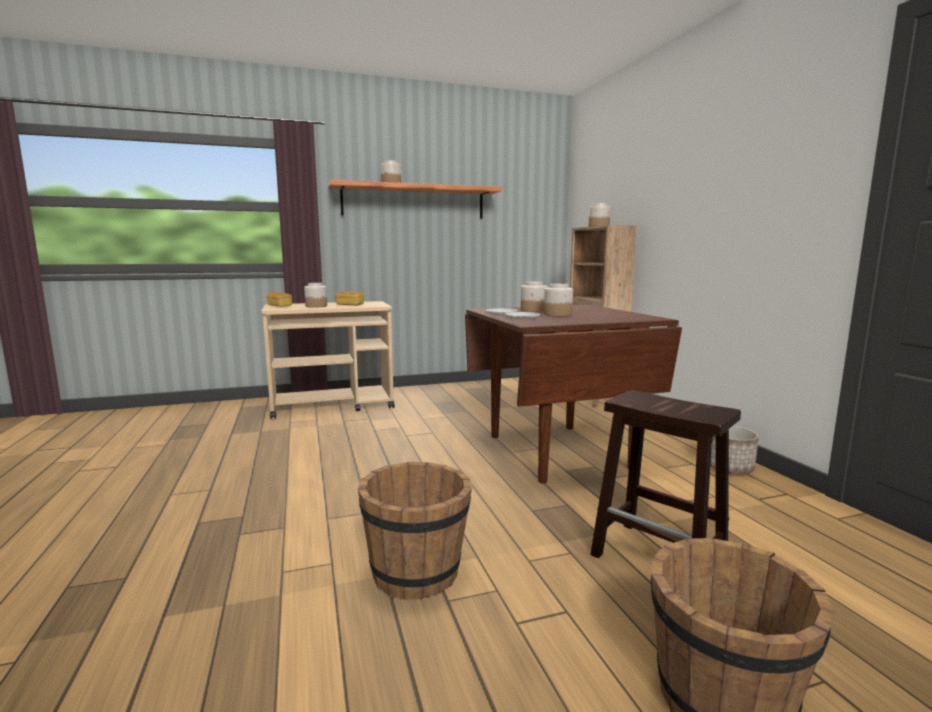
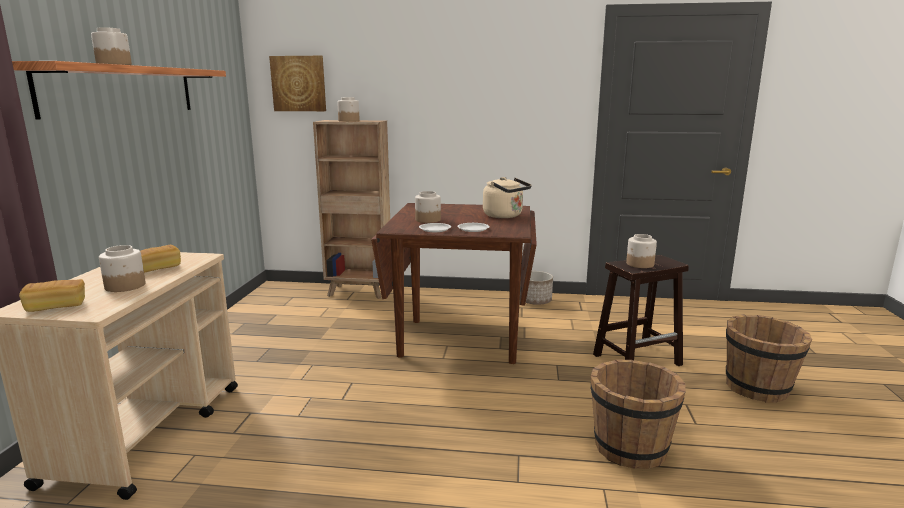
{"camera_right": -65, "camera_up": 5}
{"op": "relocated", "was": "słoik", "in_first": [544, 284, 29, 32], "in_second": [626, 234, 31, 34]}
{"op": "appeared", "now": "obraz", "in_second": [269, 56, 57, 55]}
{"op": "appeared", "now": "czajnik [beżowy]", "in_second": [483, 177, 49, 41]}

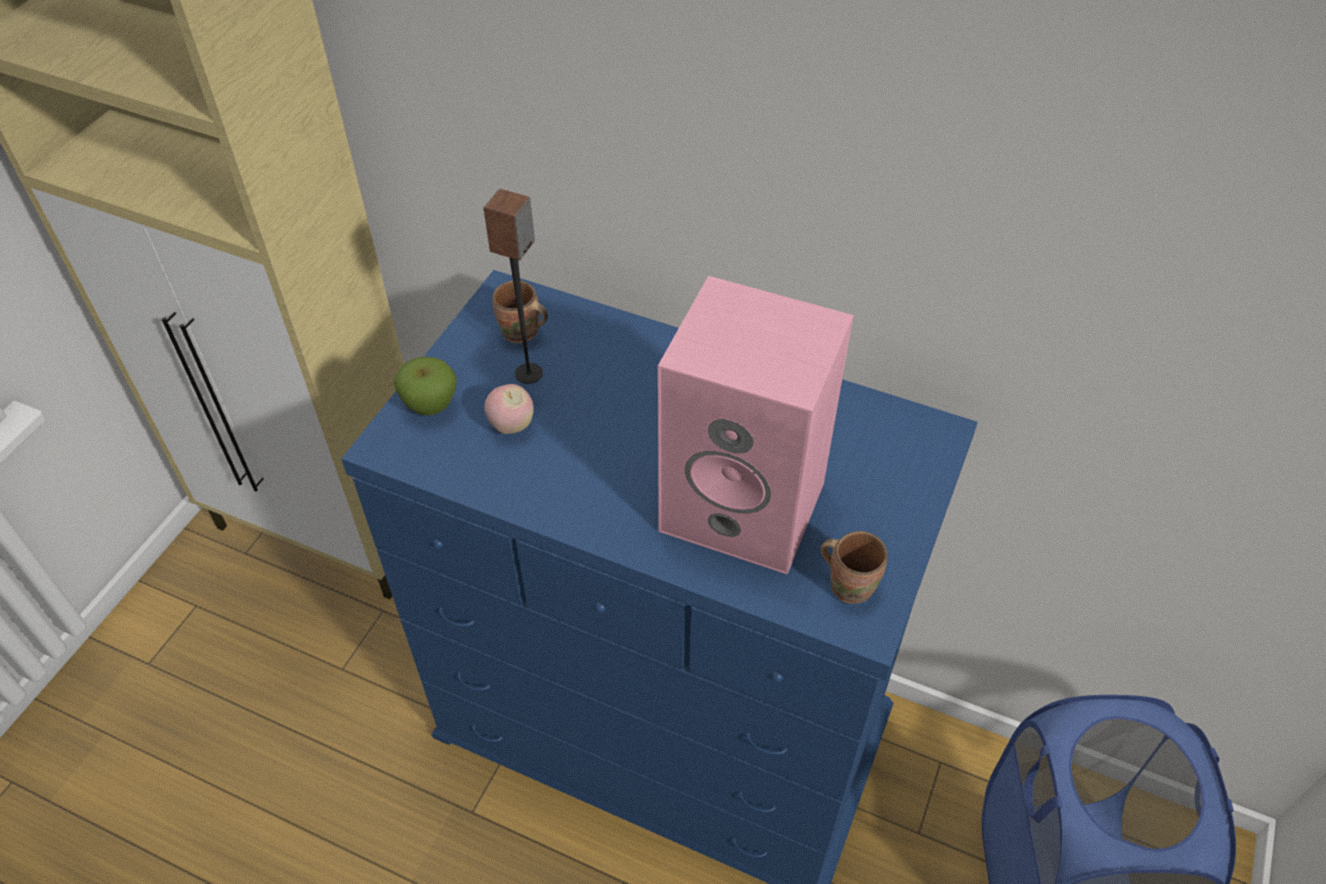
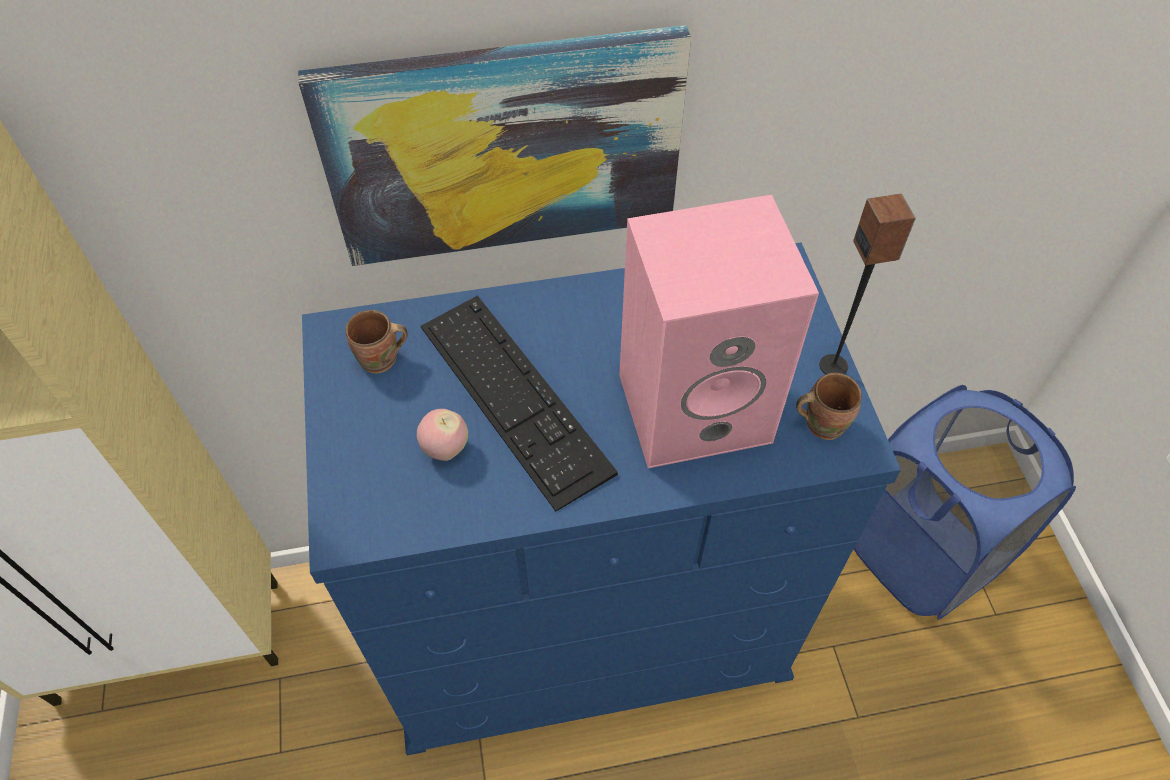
{"camera_right": -35, "camera_up": 5}
{"op": "missing", "was": "jabłko", "in_first": [394, 357, 63, 58]}
{"op": "relocated", "was": "głośnik", "in_first": [484, 189, 59, 195], "in_second": [819, 194, 97, 180]}
{"op": "appeared", "now": "obraz", "in_second": [298, 25, 393, 241]}
{"op": "appeared", "now": "klawiatura", "in_second": [421, 295, 197, 217]}

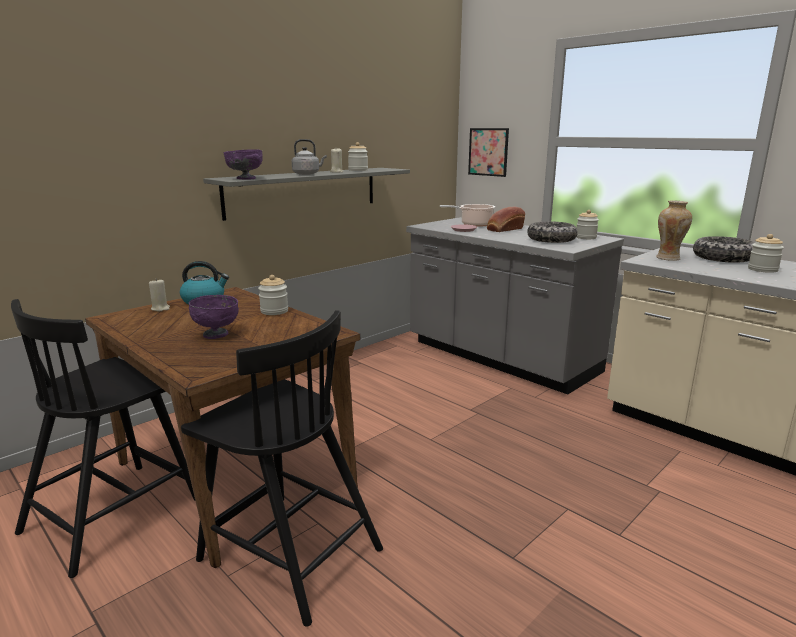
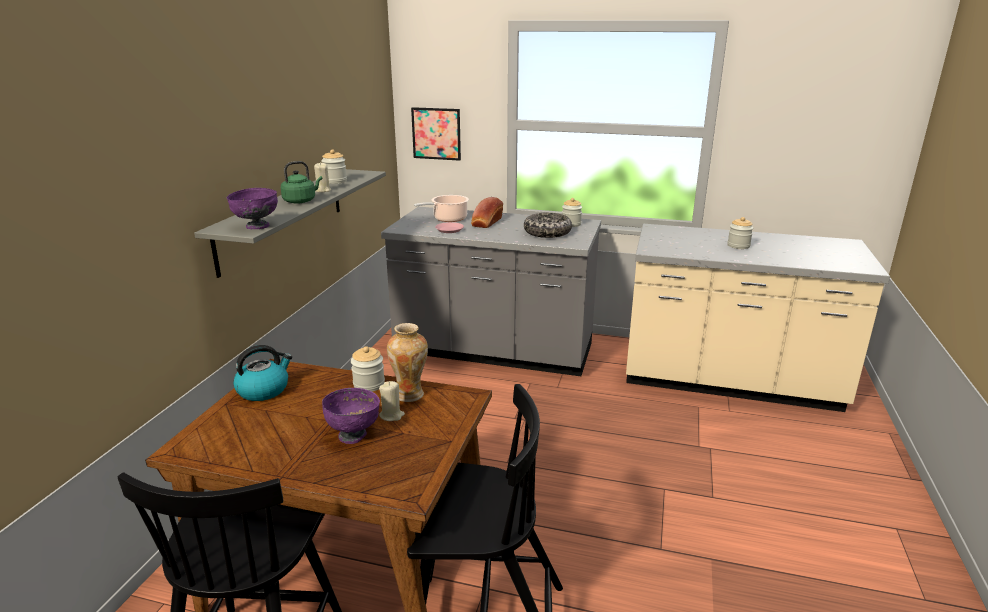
{"camera_right": -30, "camera_up": 5}
{"op": "relocated", "was": "świeca [beżowy]", "in_first": [149, 278, 21, 33], "in_second": [379, 381, 26, 40]}
{"op": "colour", "was": "czajnik [szary]", "now": "czajnik [zielony]", "in_first": [292, 139, 35, 36], "in_second": [281, 161, 41, 43]}
{"op": "relocated", "was": "wazon", "in_first": [656, 200, 36, 61], "in_second": [387, 323, 41, 79]}
{"op": "missing", "was": "miska", "in_first": [693, 236, 61, 27]}

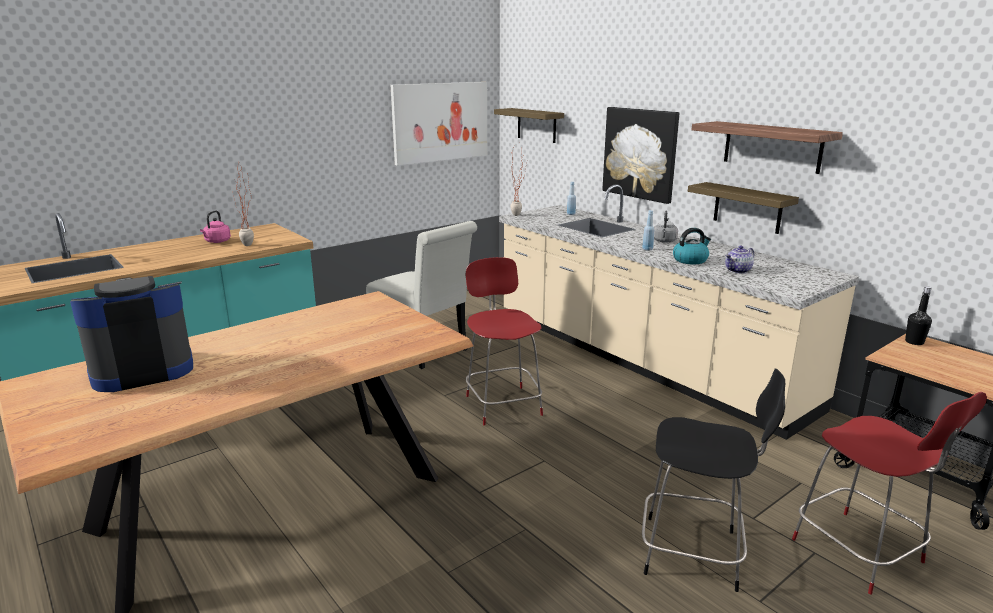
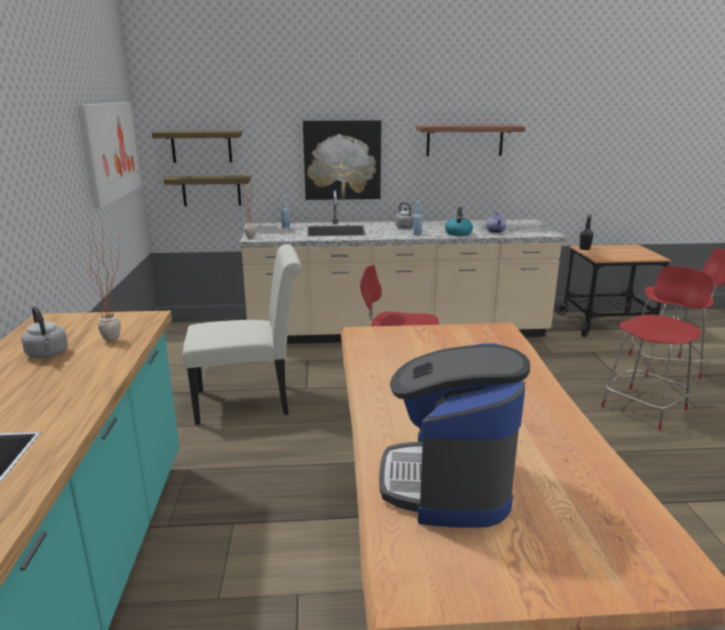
{"camera_right": -55, "camera_up": 0}
{"op": "colour", "was": "czajnik [różowy]", "now": "czajnik [szary]", "in_first": [200, 210, 31, 33], "in_second": [22, 306, 46, 52]}
{"op": "colour", "was": "stołek [czarny]", "now": "stołek [czerwony]", "in_first": [642, 369, 143, 223], "in_second": [601, 266, 113, 164]}
{"op": "relocated", "was": "półka", "in_first": [688, 182, 111, 52], "in_second": [164, 175, 87, 31]}

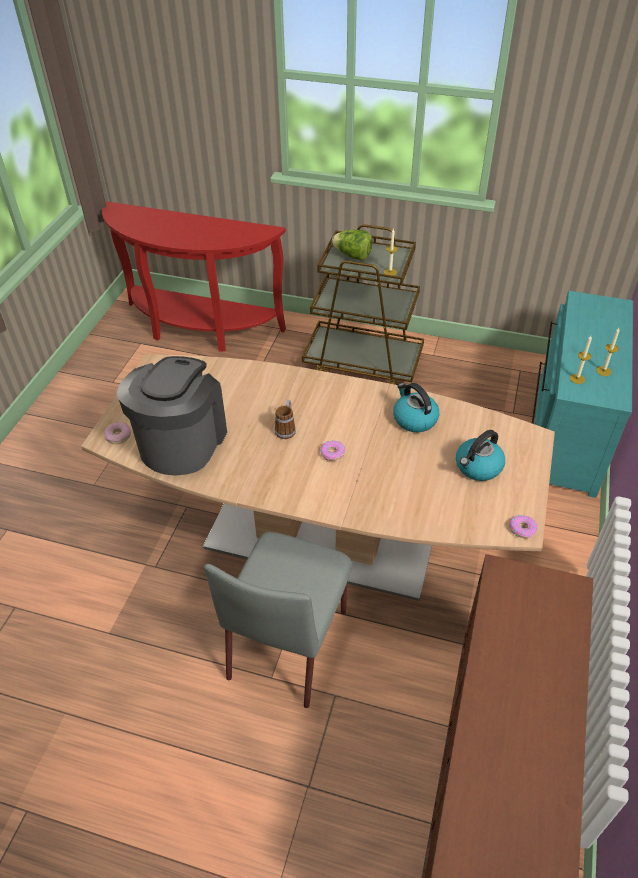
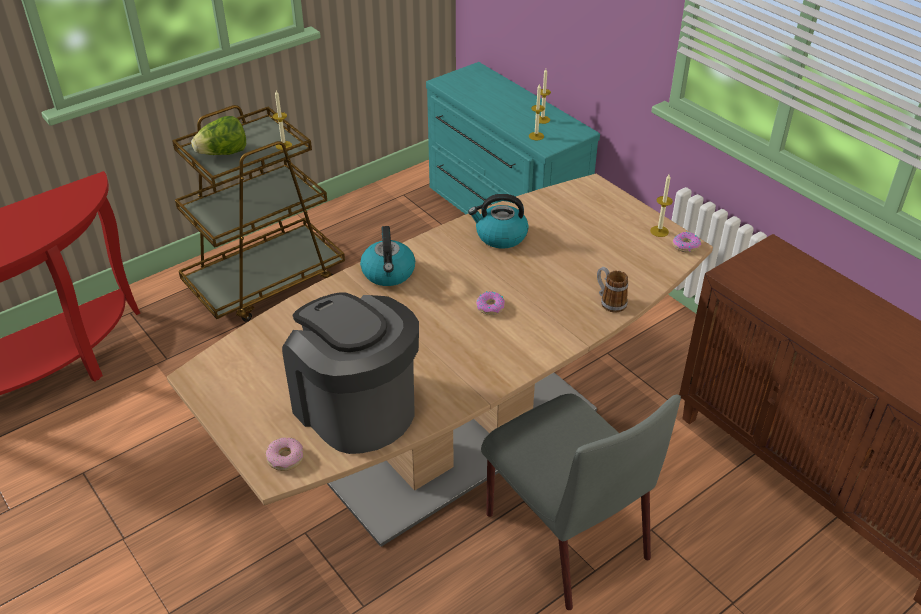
{"camera_right": -55, "camera_up": -5}
{"op": "relocated", "was": "kubek", "in_first": [275, 400, 21, 39], "in_second": [597, 267, 31, 46]}
{"op": "relocated", "was": "czajnik", "in_first": [456, 430, 49, 51], "in_second": [360, 226, 55, 60]}
{"op": "appeared", "now": "świeca", "in_second": [650, 175, 23, 62]}

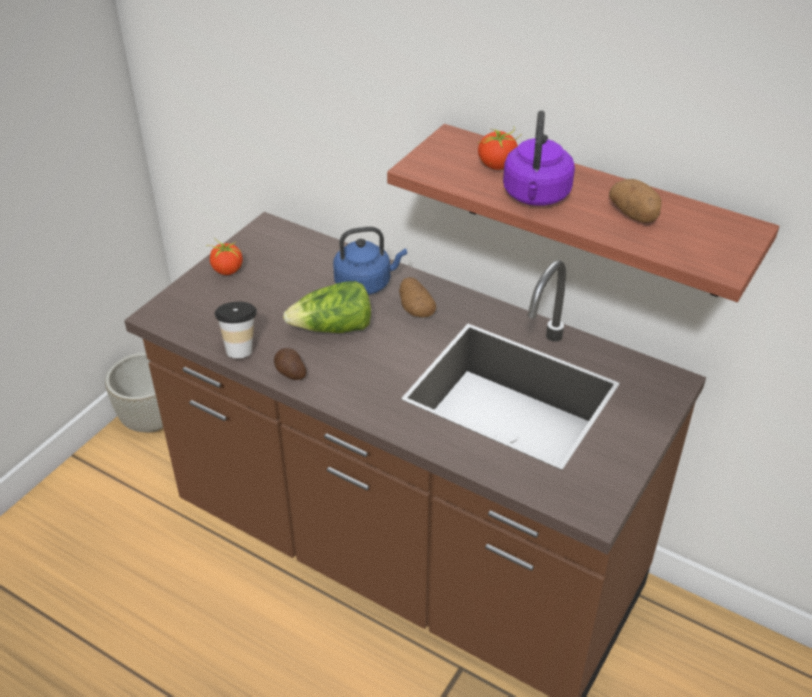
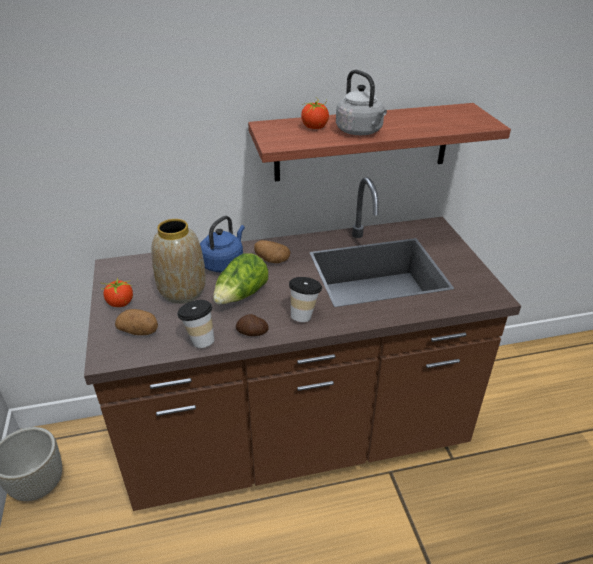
{"camera_right": -45, "camera_up": -5}
{"op": "colour", "was": "czajnik [fioletowy]", "now": "czajnik [szary]", "in_first": [503, 110, 72, 96], "in_second": [336, 70, 51, 65]}
{"op": "relocated", "was": "ziemniak", "in_first": [609, 179, 53, 44], "in_second": [115, 309, 43, 26]}
{"op": "appeared", "now": "wazon", "in_second": [151, 219, 55, 85]}
{"op": "appeared", "now": "filiżanka", "in_second": [289, 277, 33, 45]}

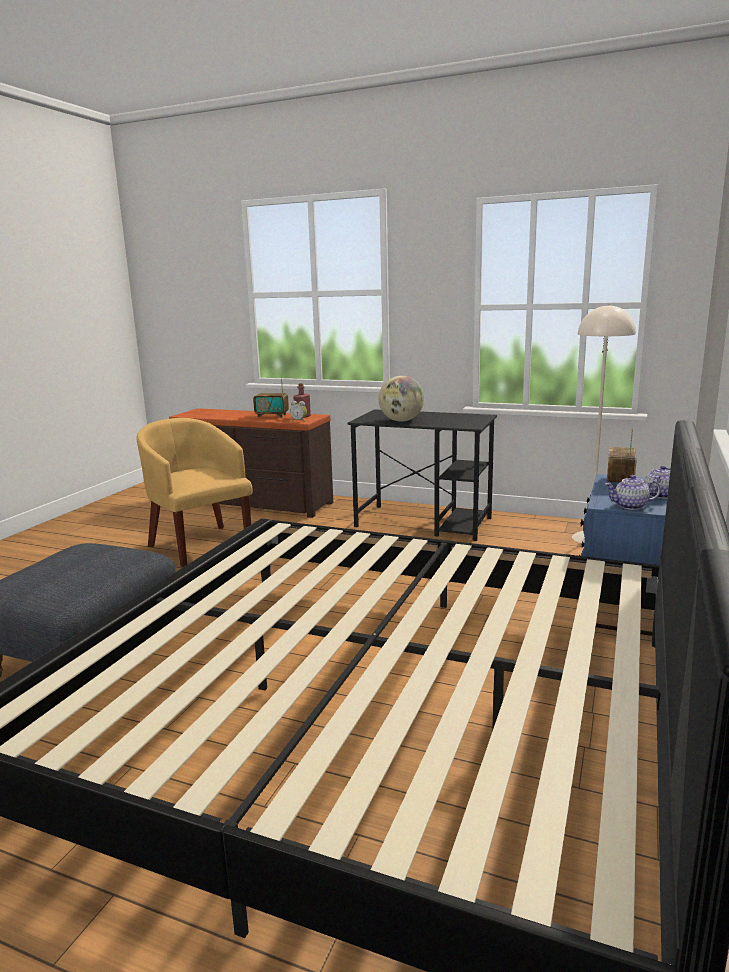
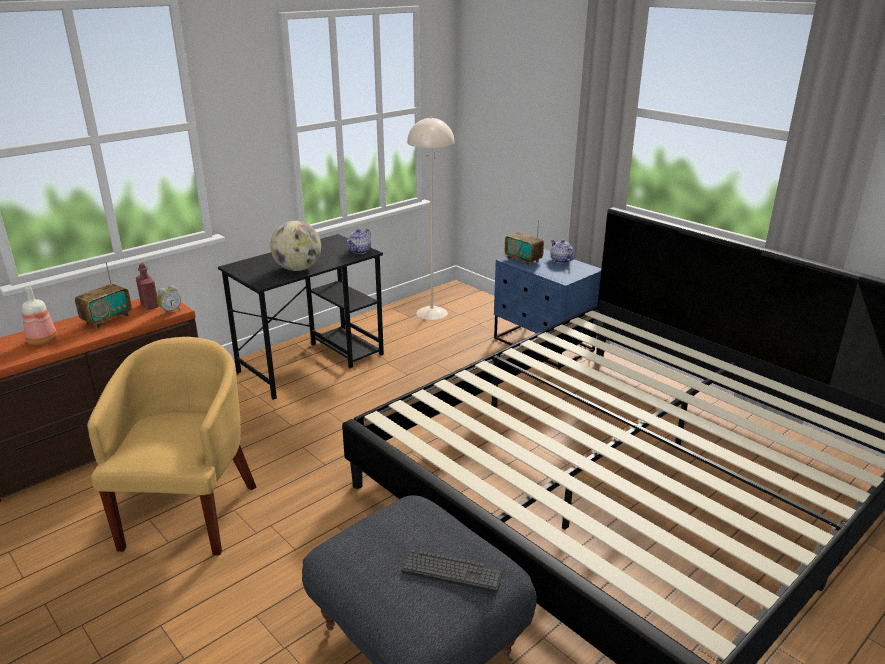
{"camera_right": -65, "camera_up": 10}
{"op": "spun", "was": "fotel [żółty]", "in_first": [136, 418, 117, 150], "in_second": [87, 337, 169, 219], "clockwise": 105}
{"op": "relocated", "was": "imbryk", "in_first": [605, 475, 56, 35], "in_second": [347, 229, 24, 25]}
{"op": "appeared", "now": "butelka", "in_second": [22, 287, 35, 58]}
{"op": "appeared", "now": "klawiatura", "in_second": [402, 549, 101, 44]}

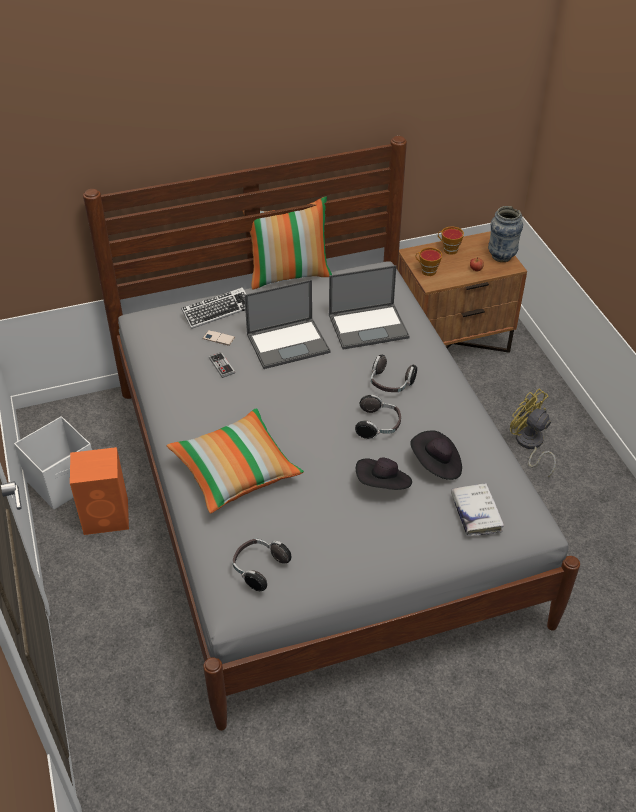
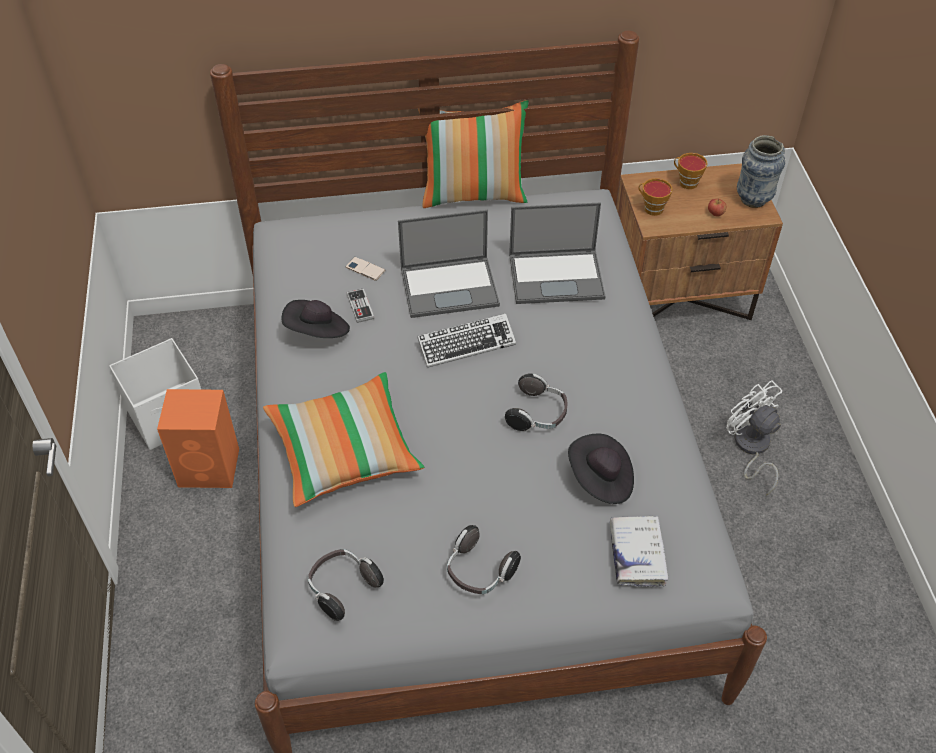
{"camera_right": 10, "camera_up": 5}
{"op": "relocated", "was": "klawiatura", "in_first": [181, 287, 65, 42], "in_second": [417, 313, 99, 55]}
{"op": "relocated", "was": "kapelusz [czarny]", "in_first": [356, 457, 56, 33], "in_second": [281, 300, 69, 38]}
{"op": "relocated", "was": "słuchawki", "in_first": [371, 354, 46, 38], "in_second": [447, 525, 74, 69]}
{"op": "colour", "was": "wentylator [żółty]", "now": "wentylator [biały]", "in_first": [510, 389, 46, 87], "in_second": [727, 380, 55, 115]}

